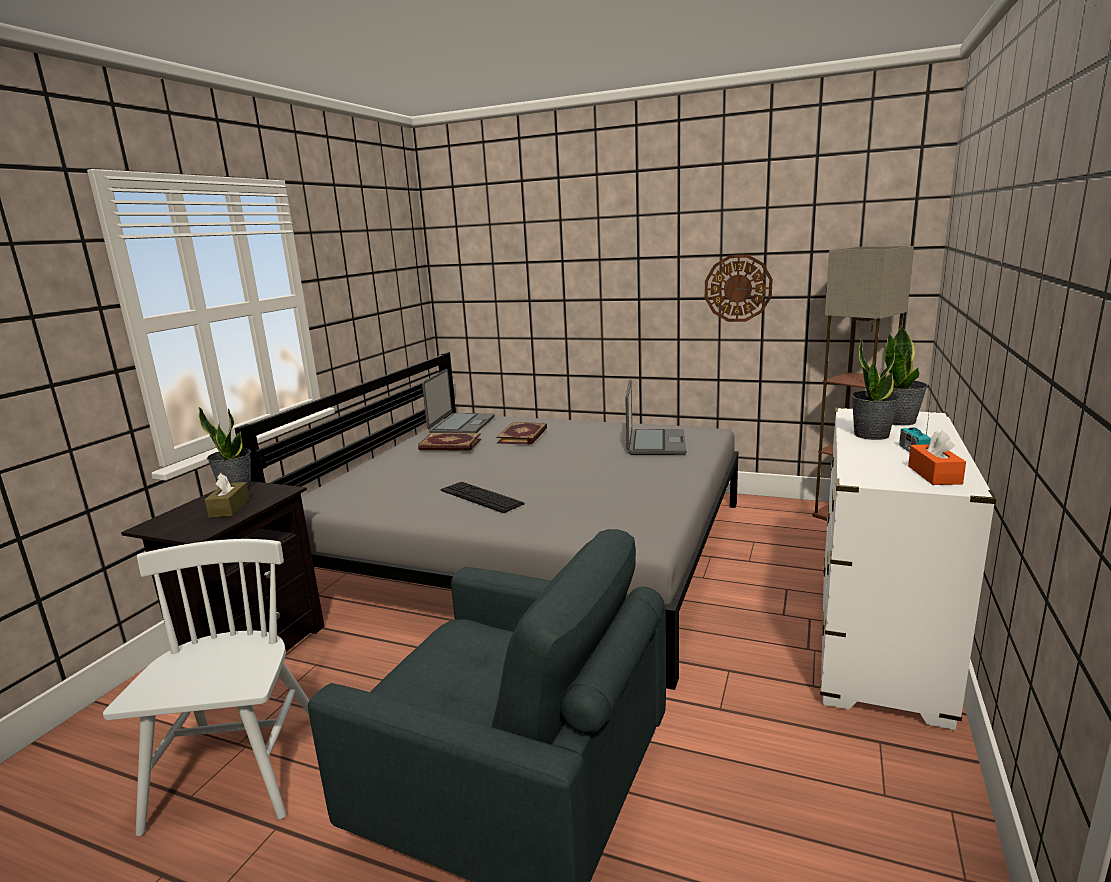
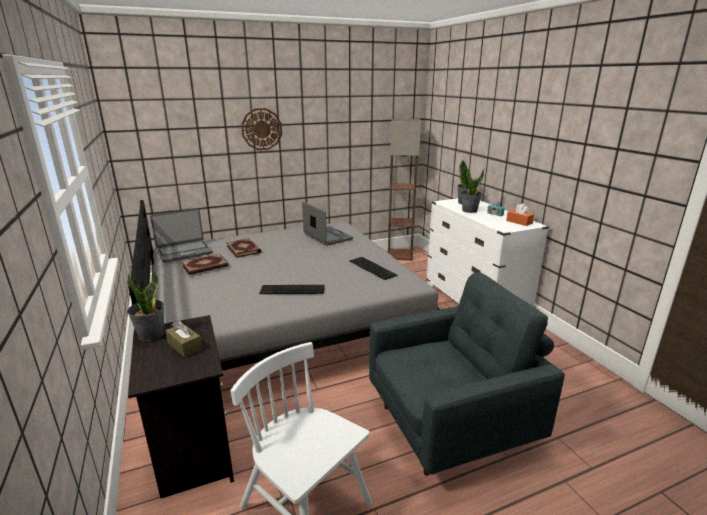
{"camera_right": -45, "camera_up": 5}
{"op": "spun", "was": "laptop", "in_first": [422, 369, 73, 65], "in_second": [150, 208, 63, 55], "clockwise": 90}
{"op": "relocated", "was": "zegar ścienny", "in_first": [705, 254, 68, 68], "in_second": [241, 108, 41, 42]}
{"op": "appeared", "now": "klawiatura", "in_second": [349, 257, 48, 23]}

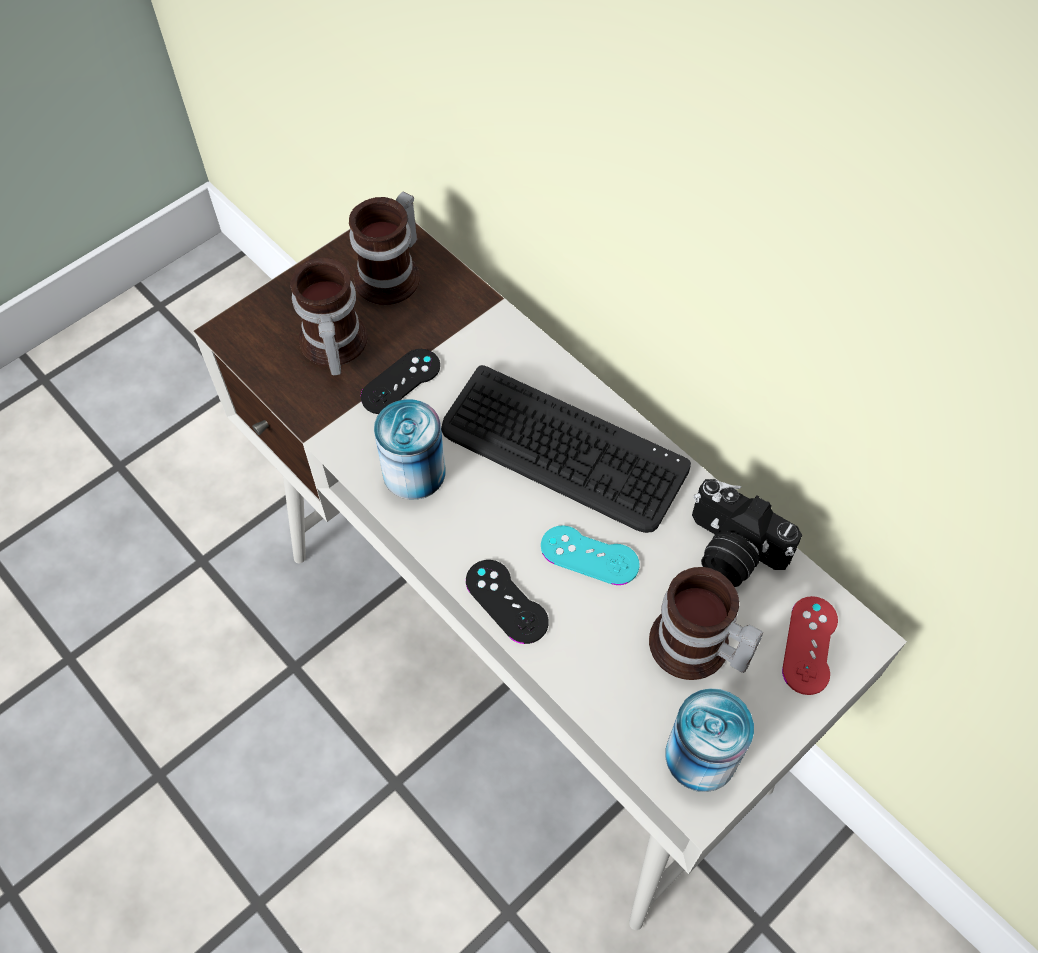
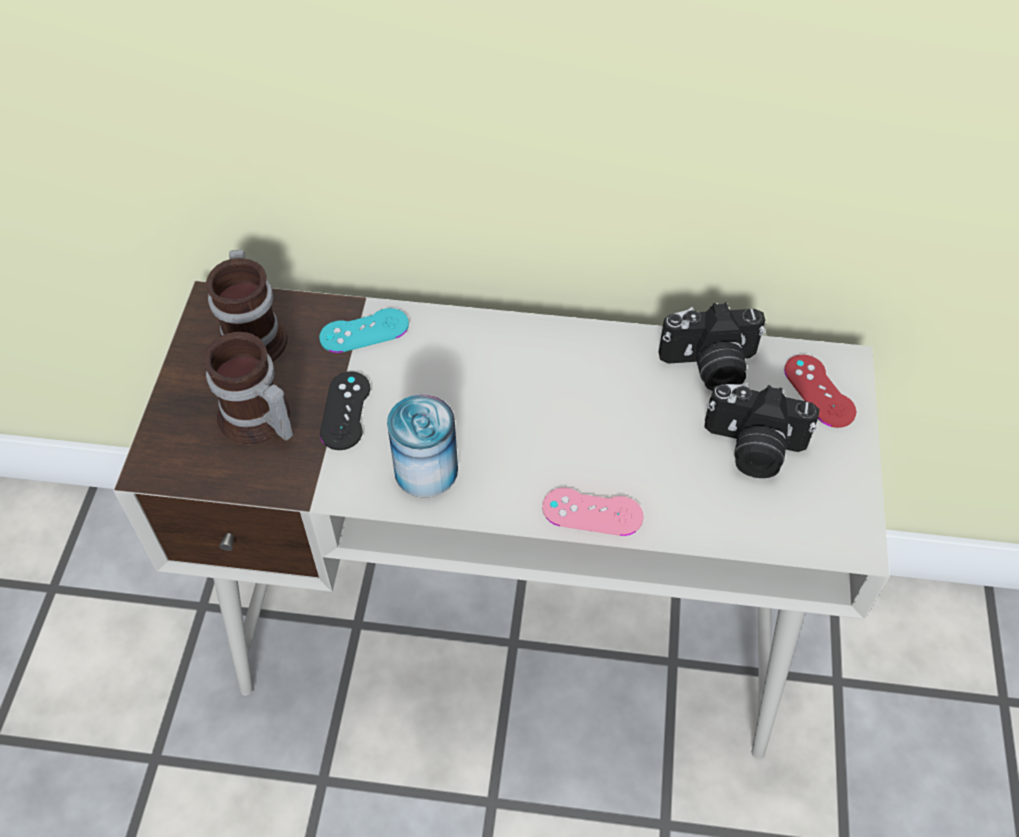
{"camera_right": -40, "camera_up": -5}
{"op": "missing", "was": "klawiatura", "in_first": [441, 365, 250, 168]}
{"op": "colour", "was": "pad do gier [czarny]", "now": "pad do gier [różowy]", "in_first": [466, 560, 83, 84], "in_second": [542, 488, 101, 48]}
{"op": "relocated", "was": "pad do gier [turkusowy]", "in_first": [541, 525, 99, 60], "in_second": [319, 308, 90, 45]}
{"op": "exchanged", "was": "kubek", "now": "aparat fotograficzny", "in_first": [649, 567, 114, 113], "in_second": [704, 383, 116, 95]}
{"op": "missing", "was": "puszka", "in_first": [665, 688, 89, 104]}

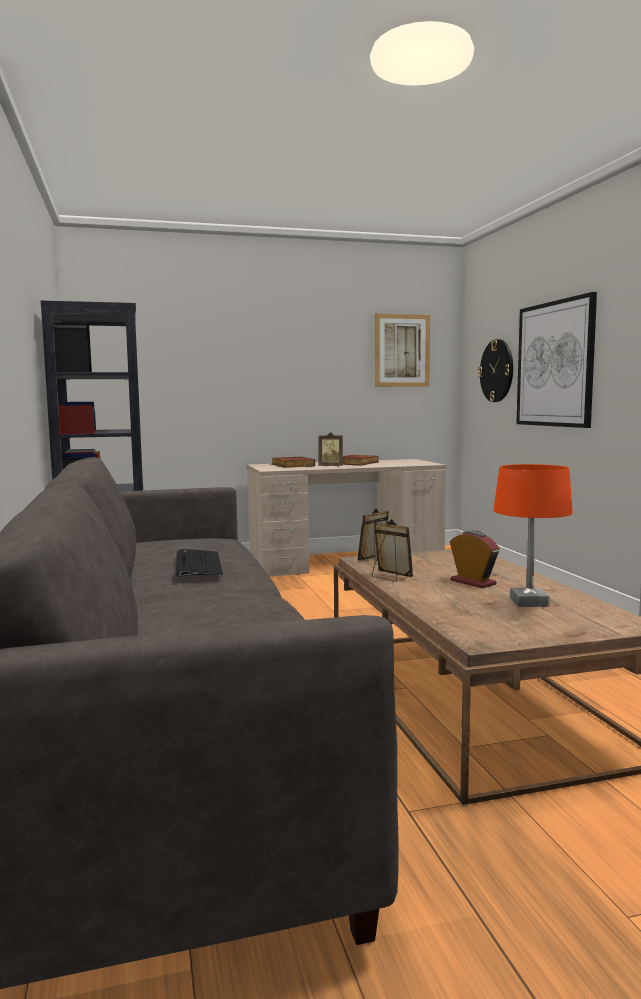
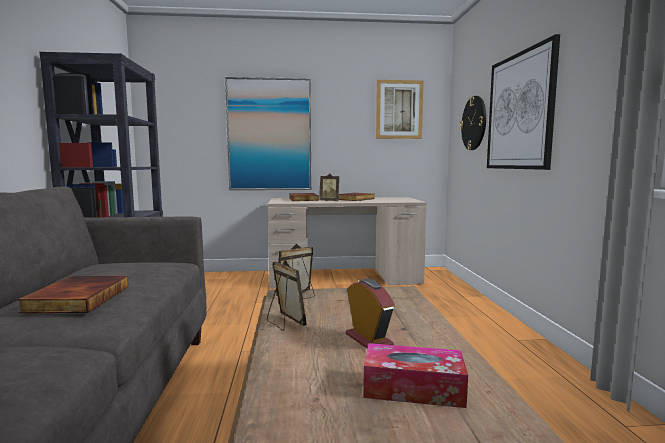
{"camera_right": 10, "camera_up": 0}
{"op": "exchanged", "was": "klawiatura", "now": "książka", "in_first": [176, 549, 47, 28], "in_second": [17, 276, 111, 37]}
{"op": "exchanged", "was": "lampa stołowa [pomarańczowy]", "now": "pudełko chusteczek", "in_first": [493, 464, 80, 143], "in_second": [363, 343, 105, 65]}
{"op": "appeared", "now": "obraz", "in_second": [225, 77, 86, 113]}

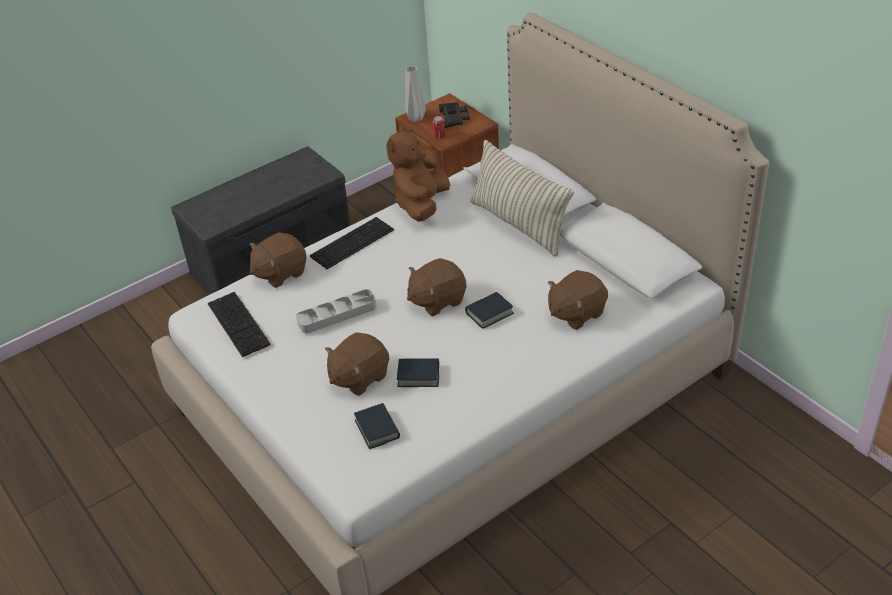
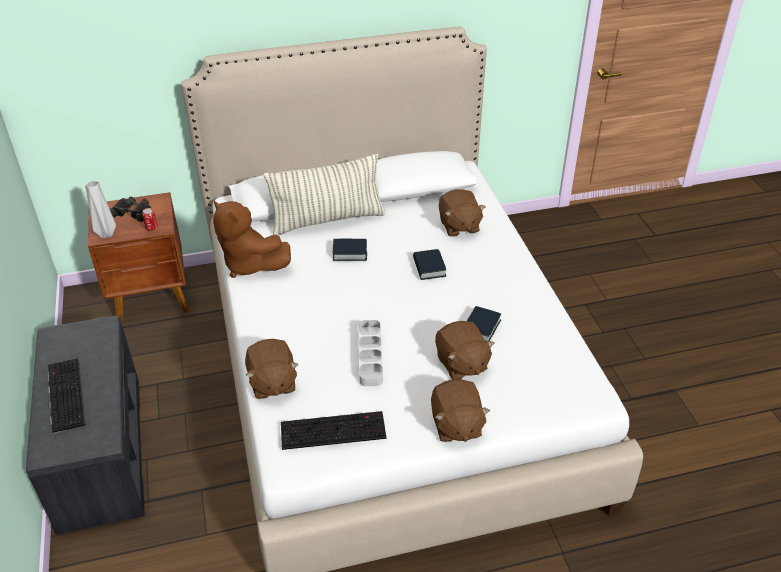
{"camera_right": -70, "camera_up": 0}
{"op": "relocated", "was": "klawiatura", "in_first": [310, 217, 84, 52], "in_second": [48, 358, 37, 76]}
{"op": "relocated", "was": "książka", "in_first": [354, 403, 46, 46], "in_second": [333, 239, 34, 22]}
{"op": "relocated", "was": "pluszak [brązowy]", "in_first": [407, 258, 59, 58], "in_second": [431, 379, 59, 63]}

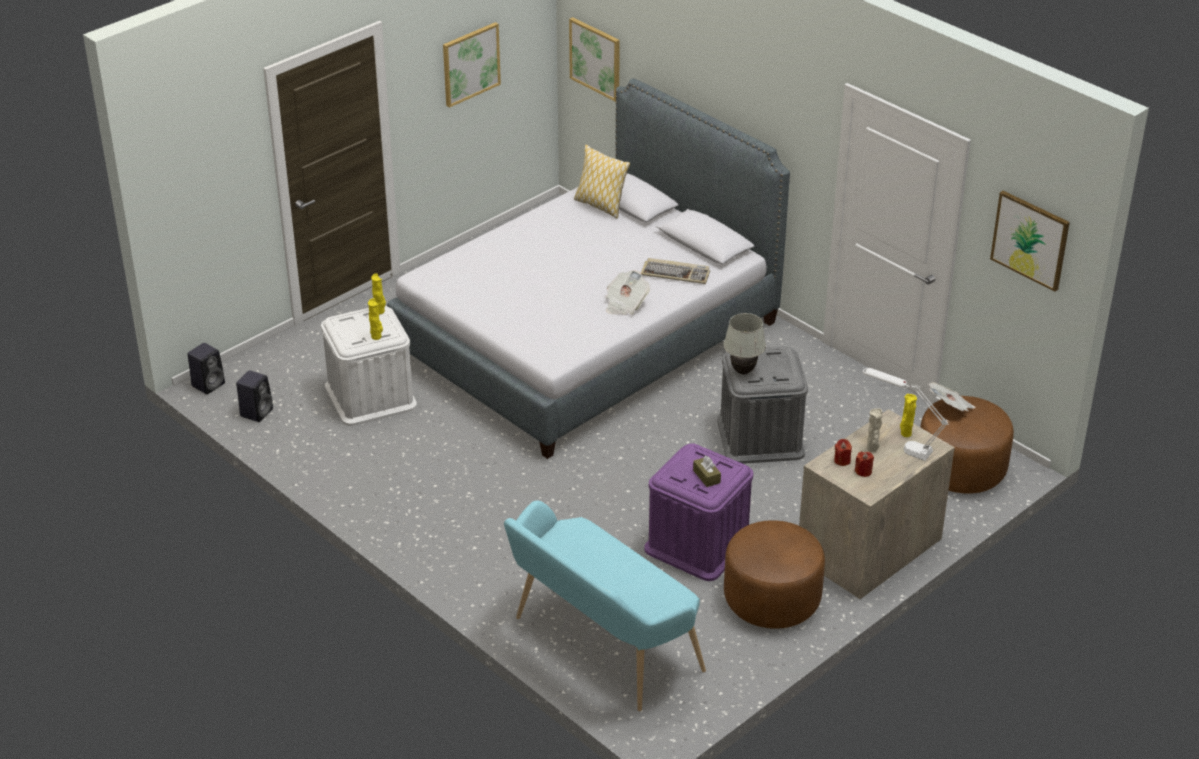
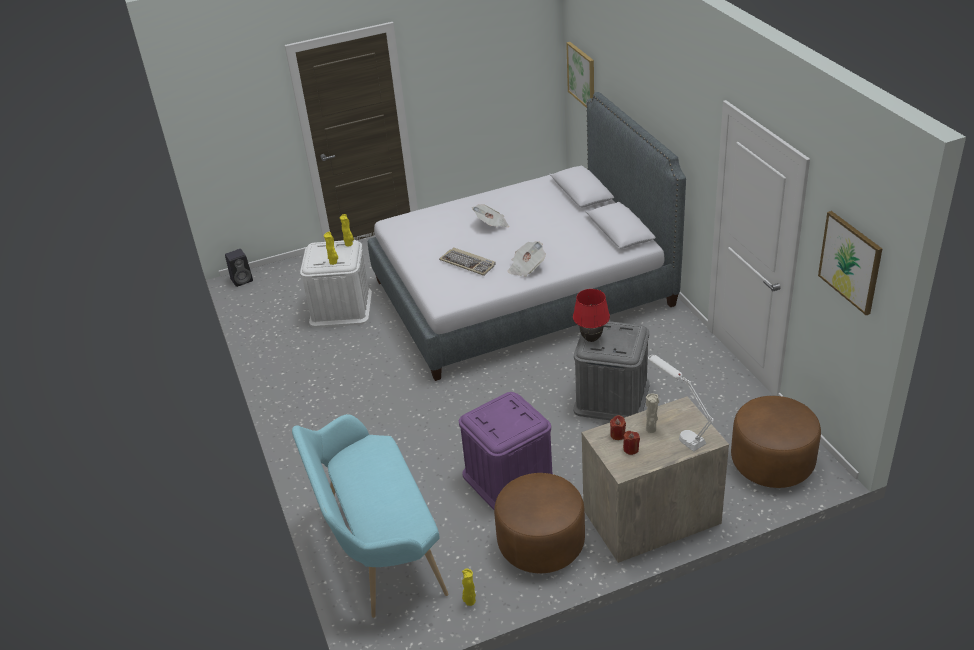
{"camera_right": 25, "camera_up": 0}
{"op": "missing", "was": "głośnik [czarny]", "in_first": [236, 370, 37, 52]}
{"op": "missing", "was": "obraz", "in_first": [443, 22, 58, 86]}
{"op": "missing", "was": "poduszka", "in_first": [574, 145, 56, 74]}
{"op": "relocated", "was": "klawiatura", "in_first": [641, 258, 69, 26], "in_second": [439, 247, 57, 29]}
{"op": "missing", "was": "pudełko chusteczek [brązowy]", "in_first": [693, 456, 28, 31]}
{"op": "colour", "was": "lampa stołowa [biały]", "now": "lampa stołowa [czerwony]", "in_first": [724, 313, 42, 61], "in_second": [573, 289, 37, 53]}
{"op": "relocated", "was": "wazon [żółty]", "in_first": [900, 394, 17, 43], "in_second": [462, 569, 14, 37]}
{"op": "relocated", "was": "gazeta", "in_first": [929, 382, 47, 29], "in_second": [472, 204, 38, 23]}

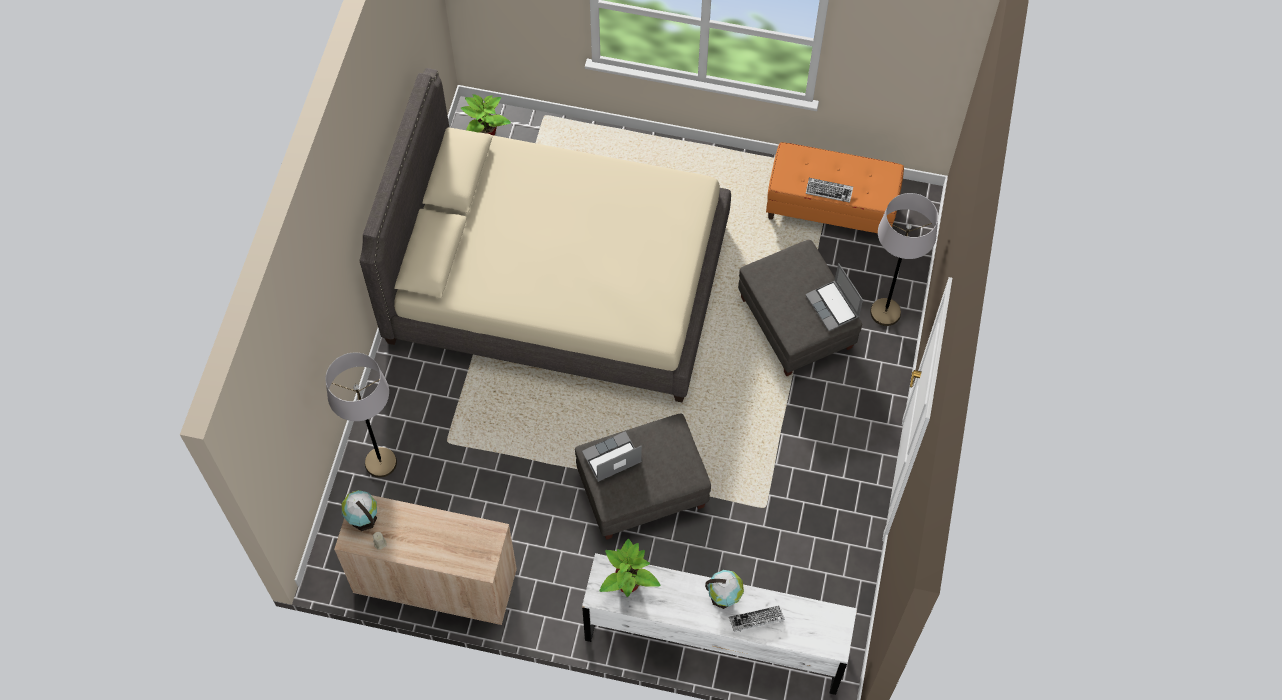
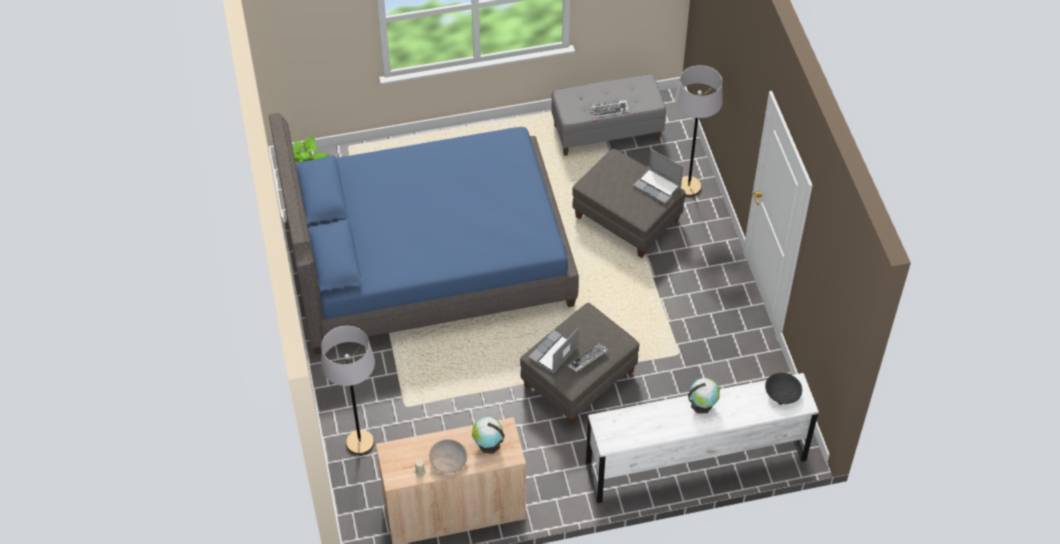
{"camera_right": -25, "camera_up": -10}
{"op": "relocated", "was": "globus", "in_first": [342, 490, 35, 41], "in_second": [472, 417, 33, 37]}
{"op": "colour", "was": "łóżko [beżowy]", "now": "łóżko [niebieski]", "in_first": [359, 68, 372, 334], "in_second": [269, 113, 310, 242]}
{"op": "missing", "was": "roślina doniczkowa", "in_first": [600, 539, 61, 58]}
{"op": "relocated", "was": "klawiatura", "in_first": [729, 605, 56, 27], "in_second": [567, 344, 41, 28]}
{"op": "colour", "was": "ławka [pomarańczowy]", "now": "ławka [szary]", "in_first": [766, 142, 138, 91], "in_second": [552, 74, 114, 82]}
{"op": "appeared", "now": "miska [beżowy]", "in_second": [429, 439, 38, 34]}
{"op": "appeared", "now": "miska [czarny]", "in_second": [765, 373, 37, 32]}

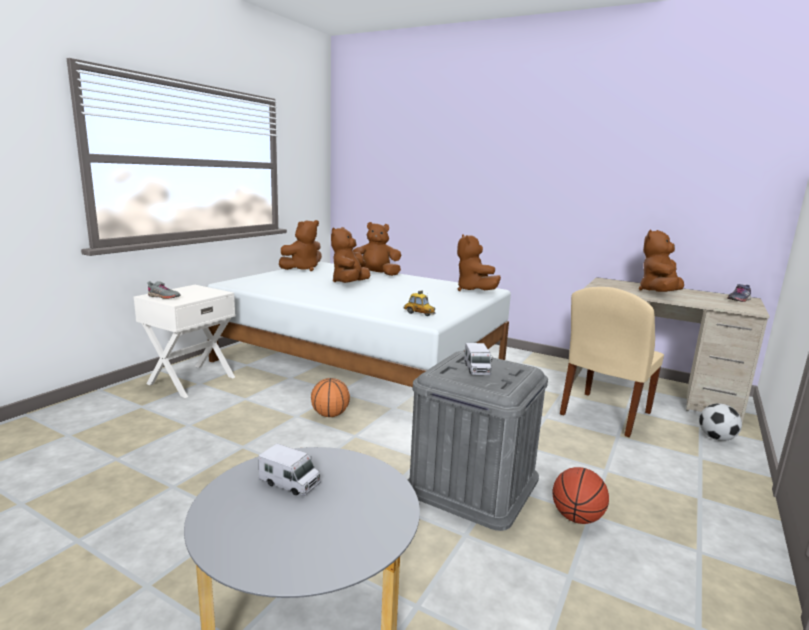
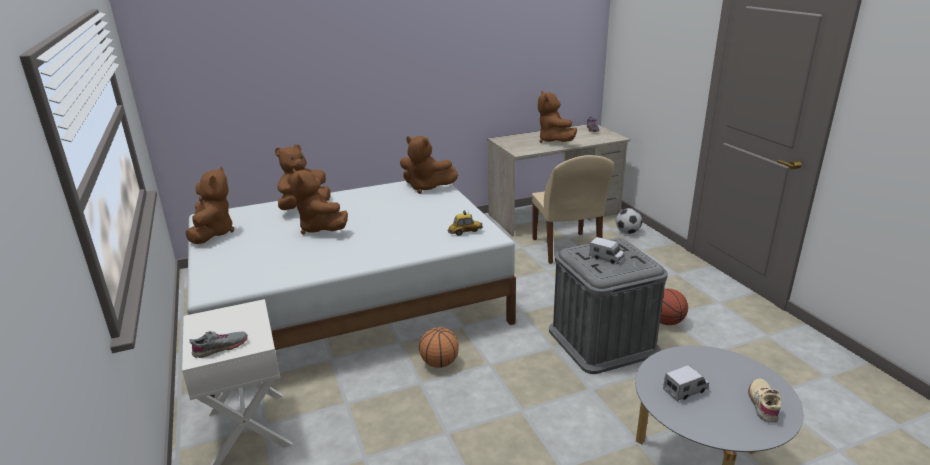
{"camera_right": -50, "camera_up": 10}
{"op": "appeared", "now": "but [beżowy]", "in_second": [748, 379, 34, 44]}

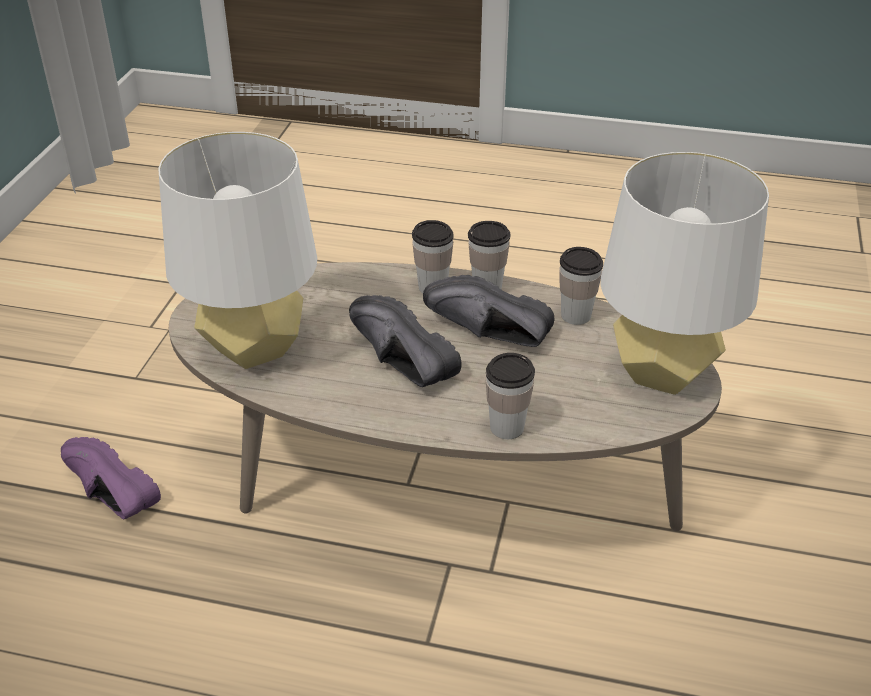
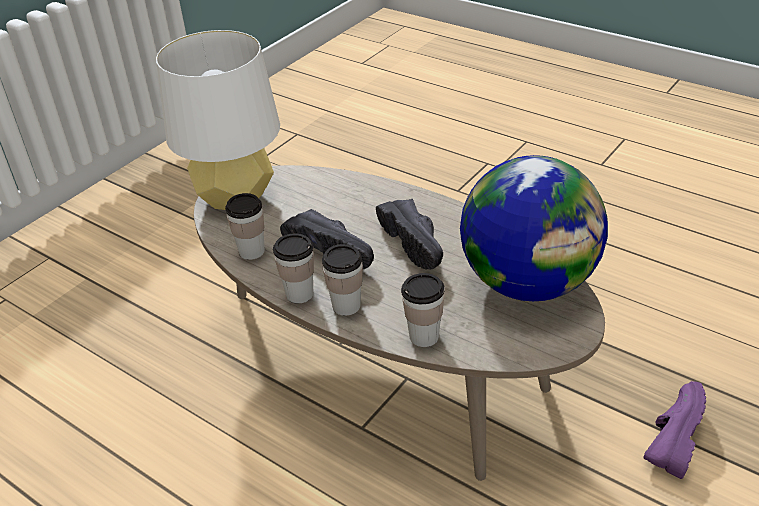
{"camera_right": -155, "camera_up": 0}
{"op": "spun", "was": "but [fioletowy]", "in_first": [61, 437, 100, 82], "in_second": [643, 381, 63, 98], "clockwise": -120}
{"op": "exchanged", "was": "lampa stołowa [biały]", "now": "globus", "in_first": [158, 132, 159, 237], "in_second": [460, 155, 148, 146]}
{"op": "relocated", "was": "filiżanka", "in_first": [486, 353, 49, 86], "in_second": [401, 273, 44, 74]}

